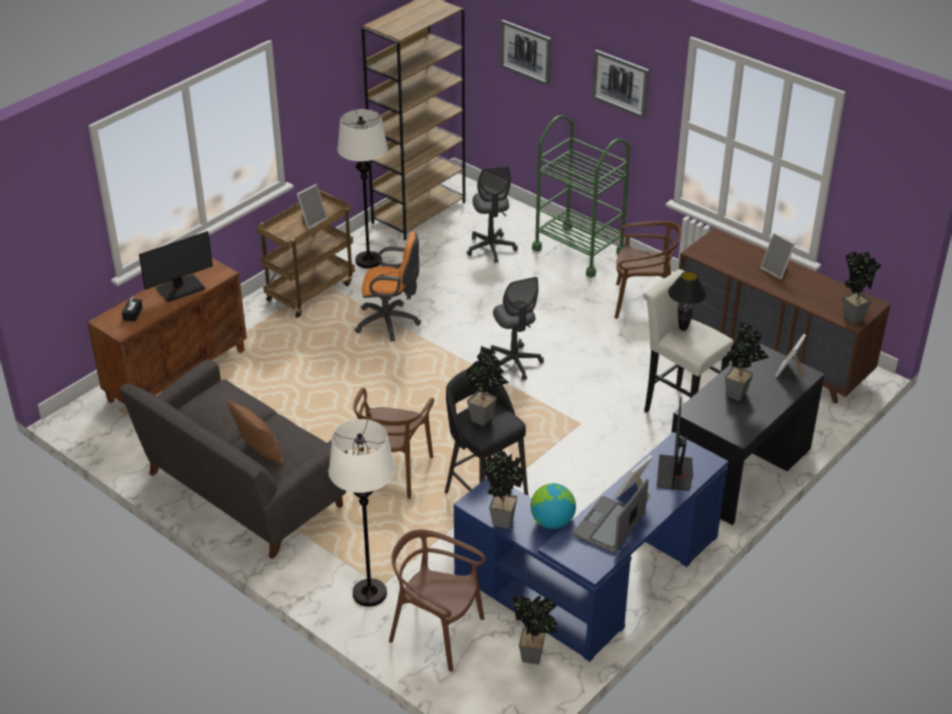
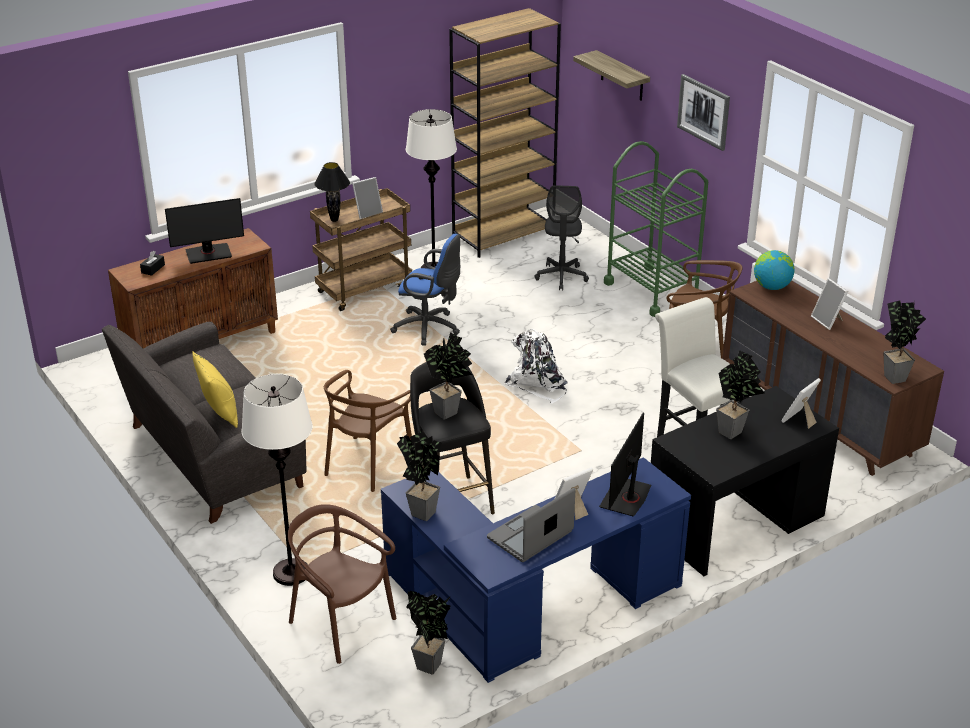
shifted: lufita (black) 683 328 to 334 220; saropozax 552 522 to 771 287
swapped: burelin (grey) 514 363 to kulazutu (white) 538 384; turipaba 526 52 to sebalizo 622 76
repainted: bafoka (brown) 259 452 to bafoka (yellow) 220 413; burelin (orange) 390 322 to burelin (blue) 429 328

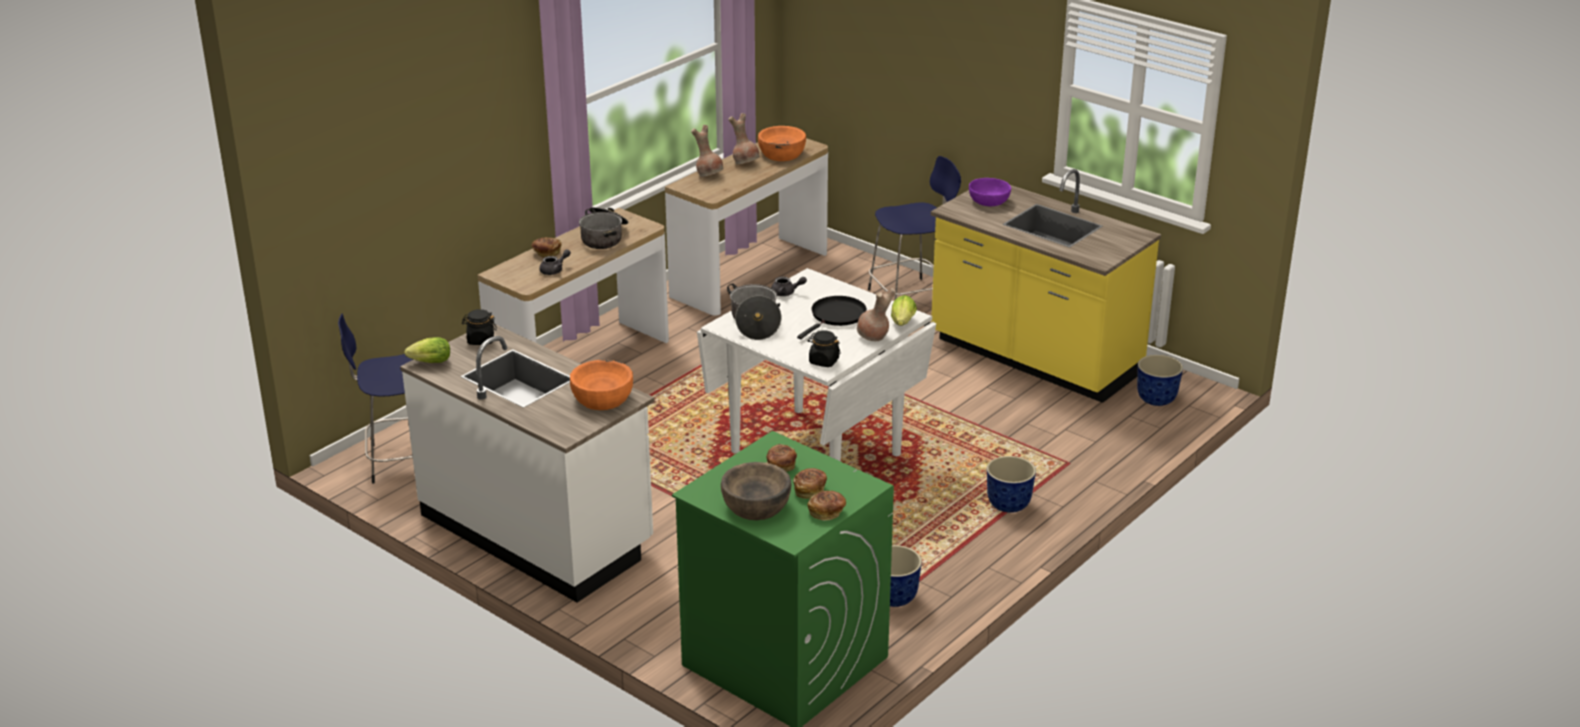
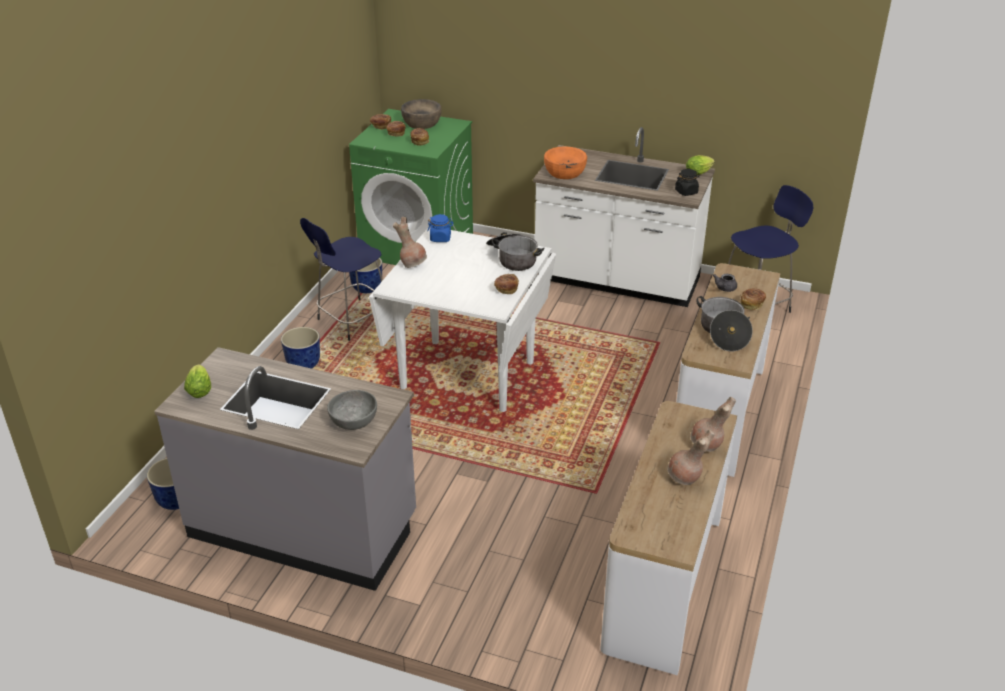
gone: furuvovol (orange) 782 154; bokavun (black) 836 316
shifted: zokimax 902 324 to 199 389; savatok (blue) 911 296 to 352 321
swapped: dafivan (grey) 786 293 to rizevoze 506 289
repainted: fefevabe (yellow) 1034 359 to fefevabe (grey) 304 527; furuvovol (purple) 989 201 to furuvovol (grey) 353 420; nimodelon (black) 823 361 to nimodelon (blue) 440 238

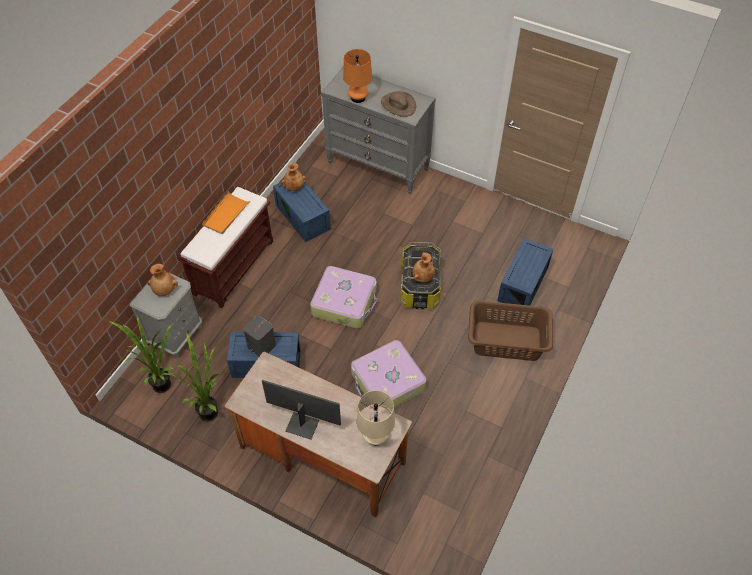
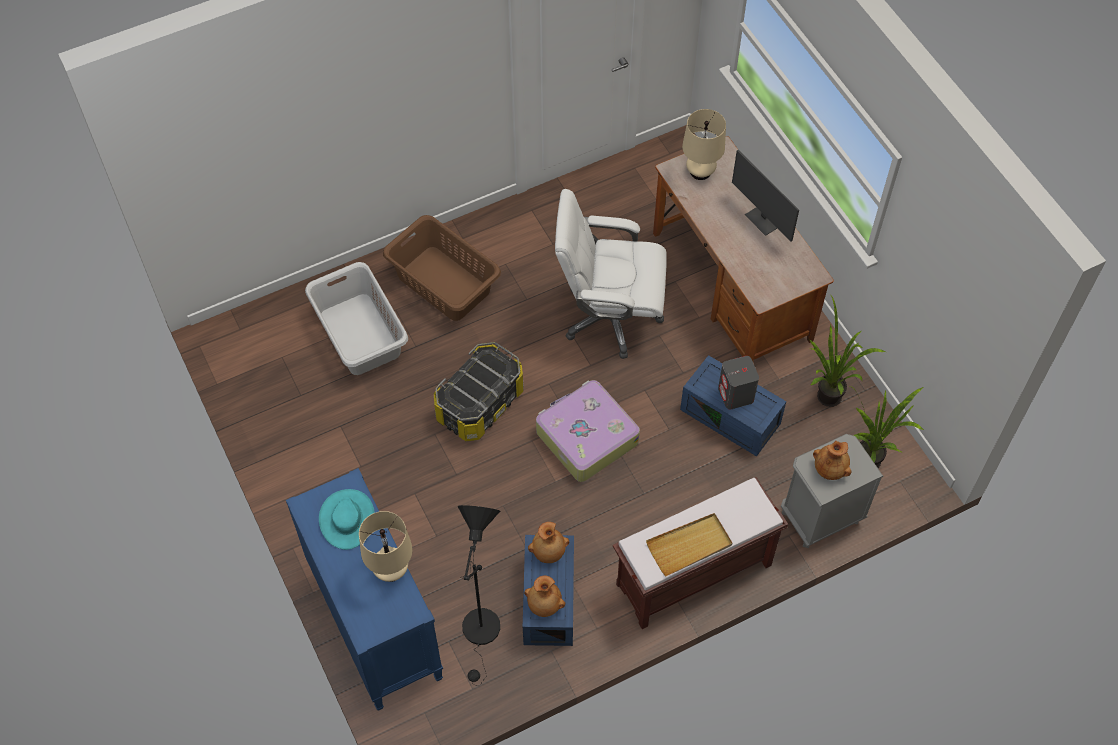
new: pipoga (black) 481 634
shifted: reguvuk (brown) 422 276 to 549 552
swapped: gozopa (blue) 522 283 to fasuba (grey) 359 335; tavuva 387 382 to burelin (white) 610 317
repainted: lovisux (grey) 378 165 to lovisux (blue) 375 623; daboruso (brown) 398 105 to daboruso (turquoise) 347 519; lufita (orange) 358 98 to lufita (beige) 391 570; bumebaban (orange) 226 214 to bumebaban (beige) 689 545

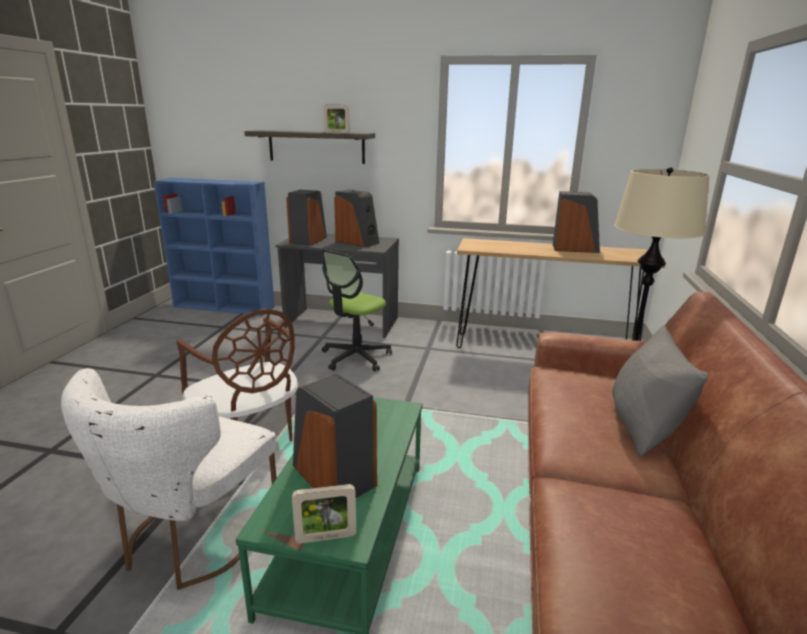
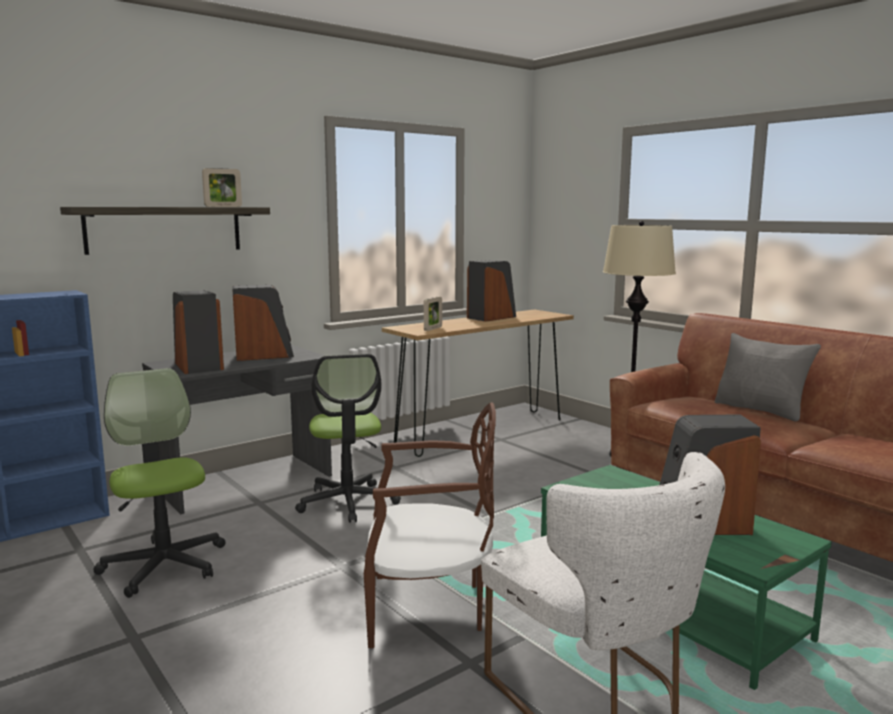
new: burelin 164 565
shifted: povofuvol 326 537 to 433 328

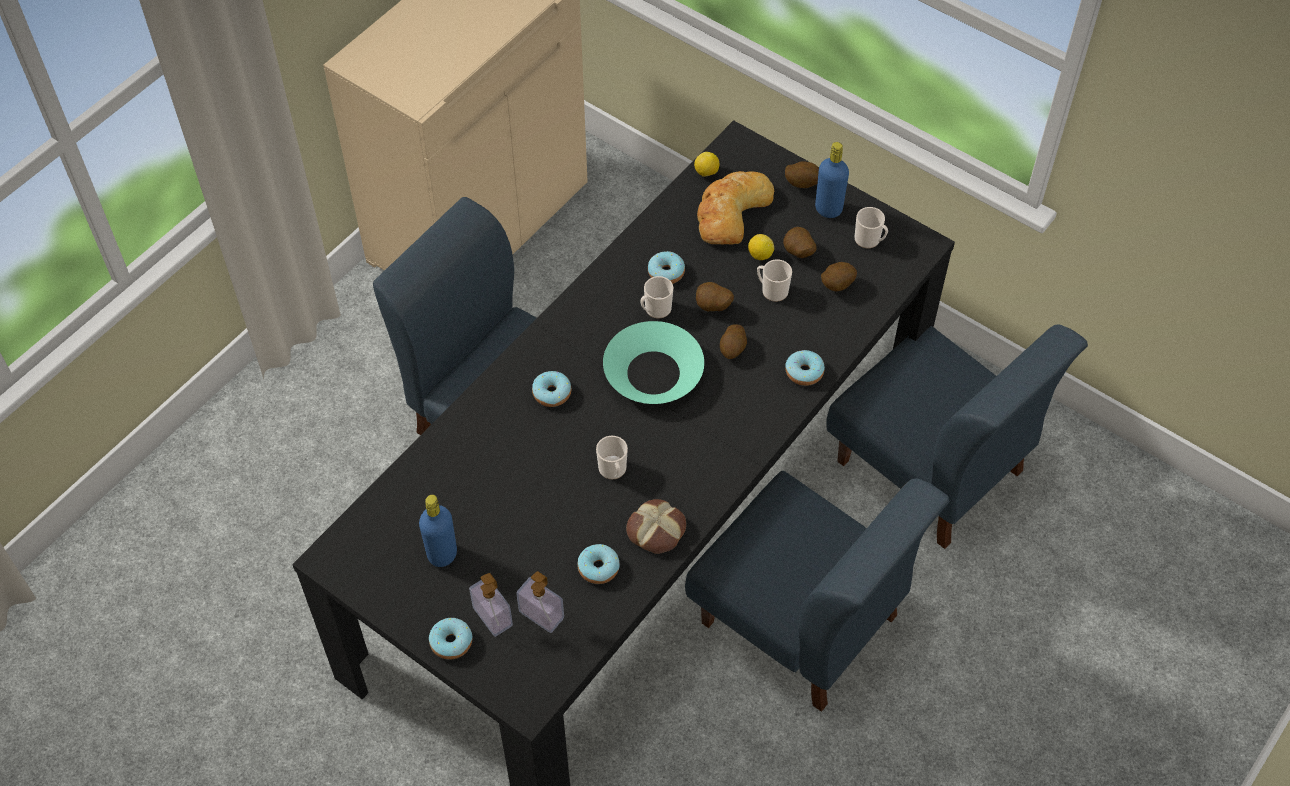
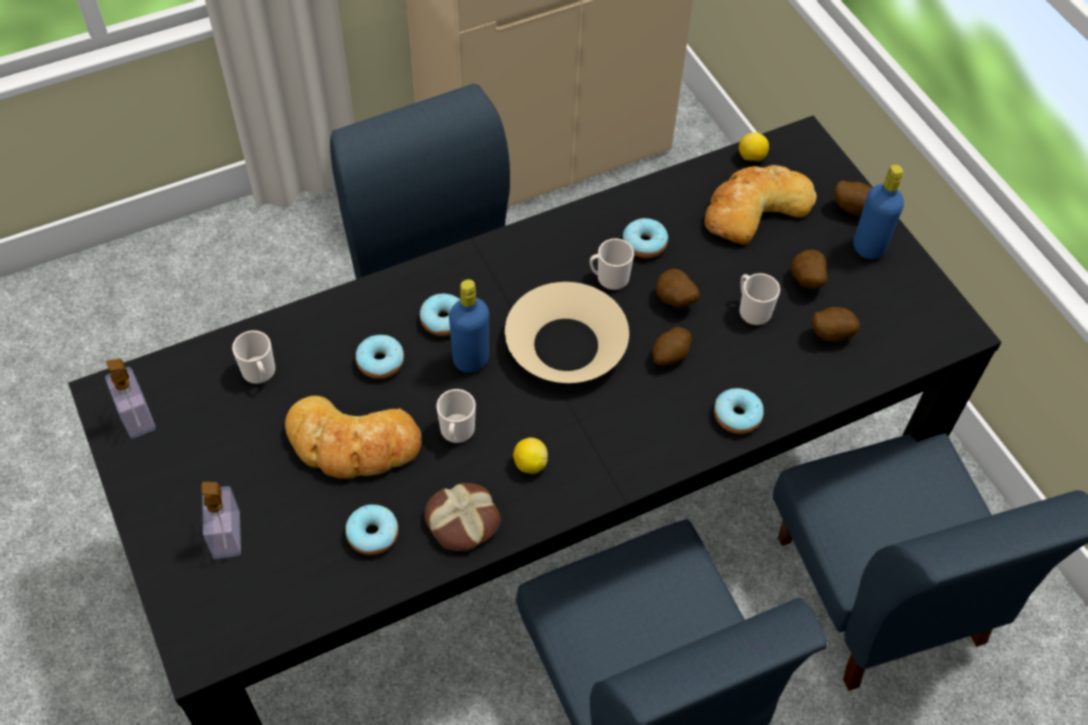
new: rizevoze 352 444
shifted: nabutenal 541 615 to 136 416; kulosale 869 240 to 260 373; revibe 451 642 to 380 362; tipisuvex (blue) 442 554 to 471 359; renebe 760 255 to 530 464
repainted: furuvovol (turquoise) 653 373 to furuvovol (beige) 566 345

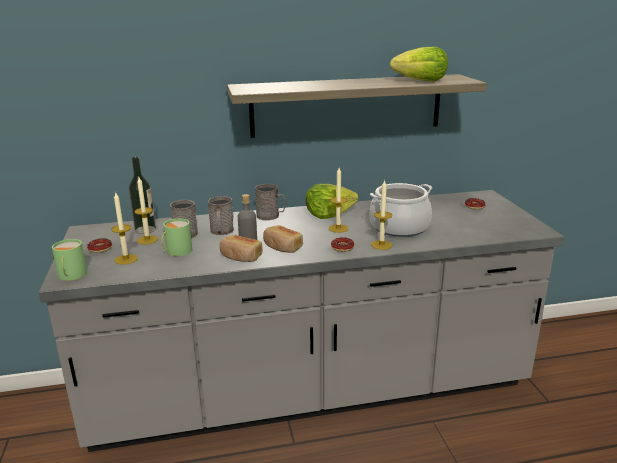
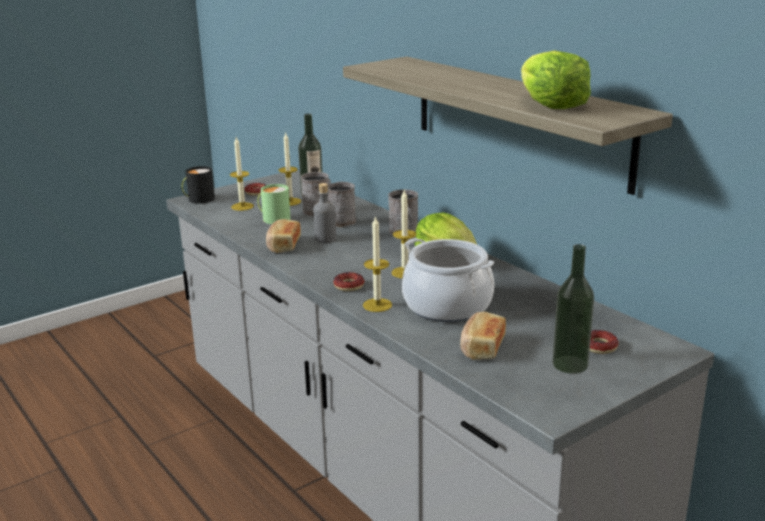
new: tipisuvex 570 364
shifted: rizevoze 282 247 to 481 347
repainted: kulosale (green) 71 275 to kulosale (black) 198 199

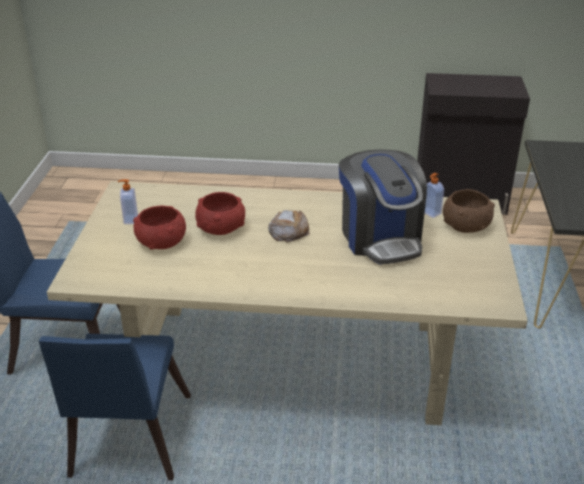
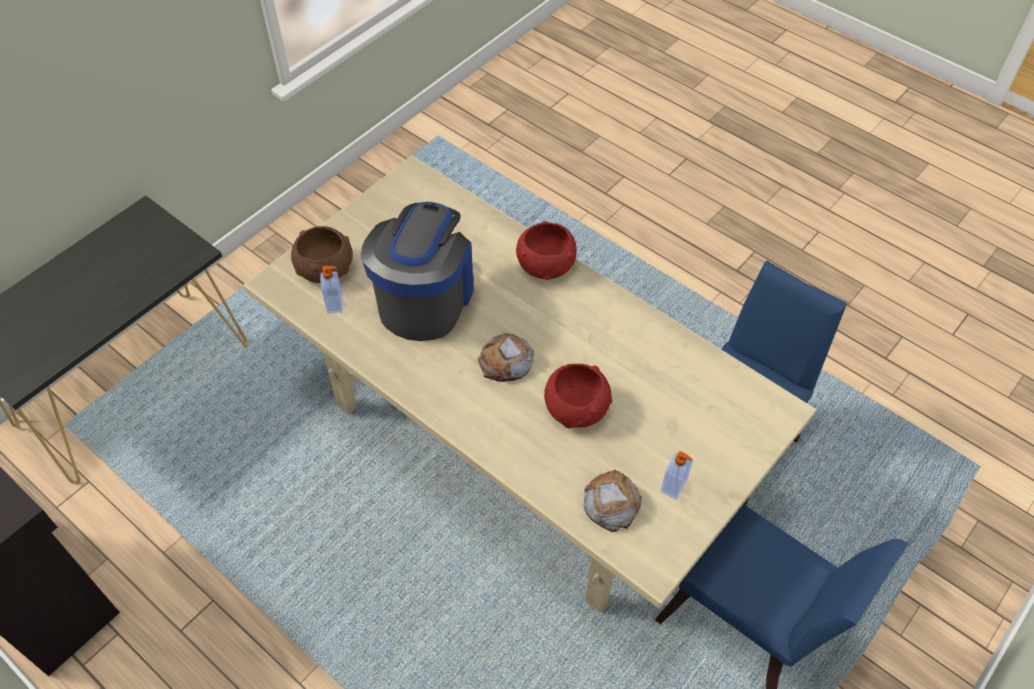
new: rizevoze 611 503
shifted: furuvovol (red) 161 242 to 545 264

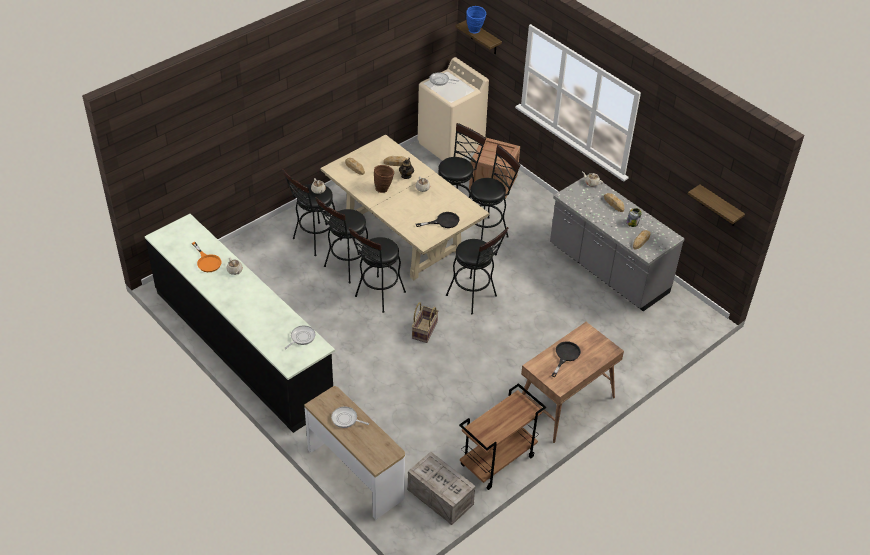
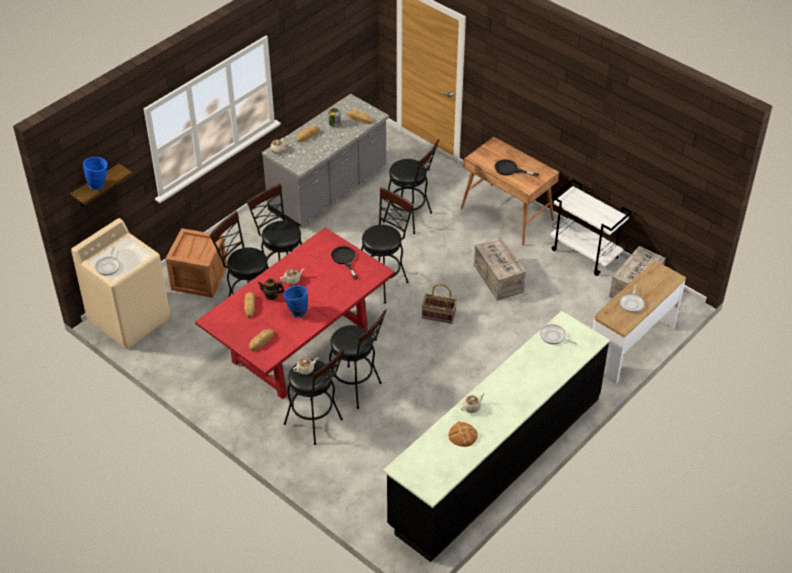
gone: sebalizo 720 206
new: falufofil 499 279
shifted: savatok (black) 377 296 to 411 218
swapped: bokavun (orange) 207 261 to rizevoze 463 435
repainted: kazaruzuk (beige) 402 237 to kazaruzuk (red) 300 346; reguvuk (brown) 384 188 to reguvuk (blue) 296 312; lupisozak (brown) 497 462 to lupisozak (white) 585 254

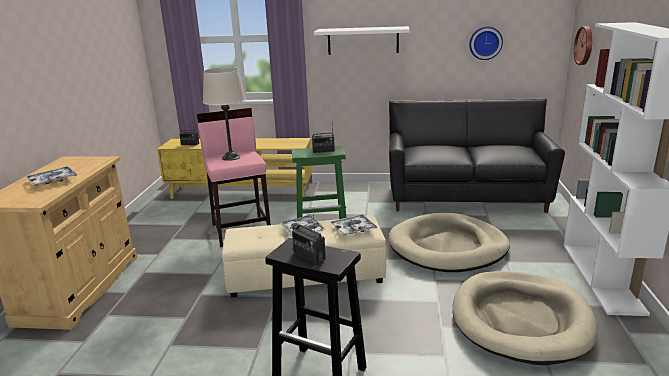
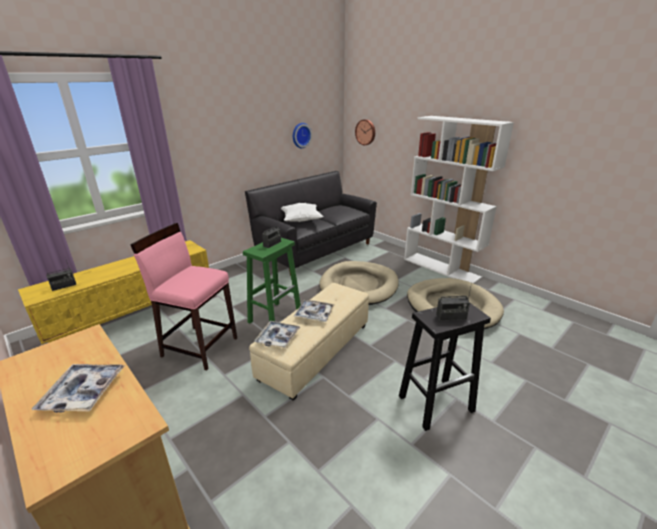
gone: lufita (beige) 231 157; sebalizo (white) 363 40
new: bafoka (white) 301 221
shifted: bumebaban 353 229 to 277 338

